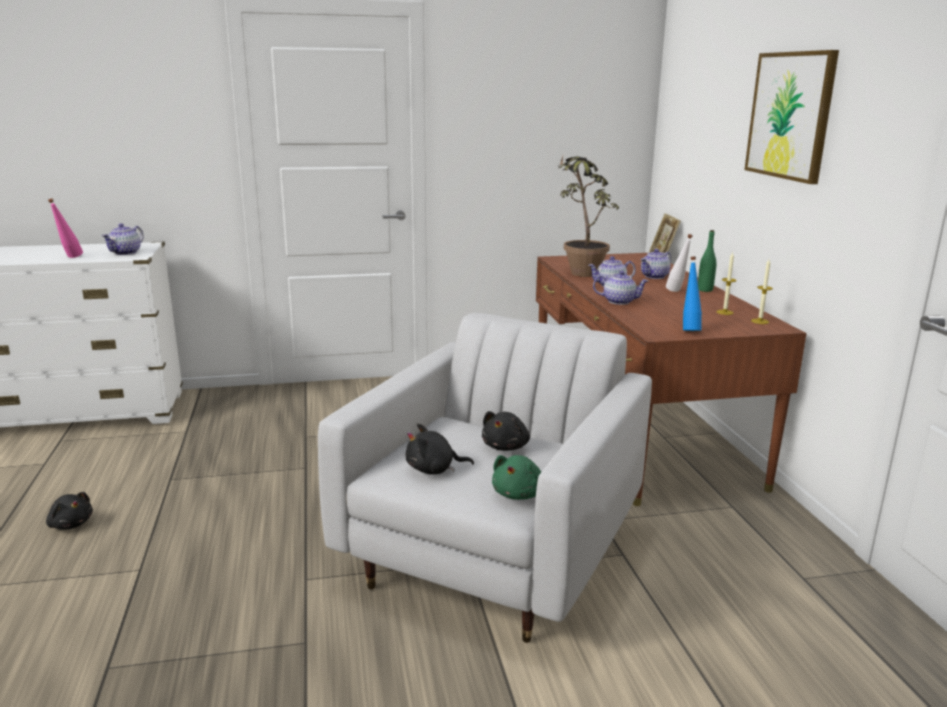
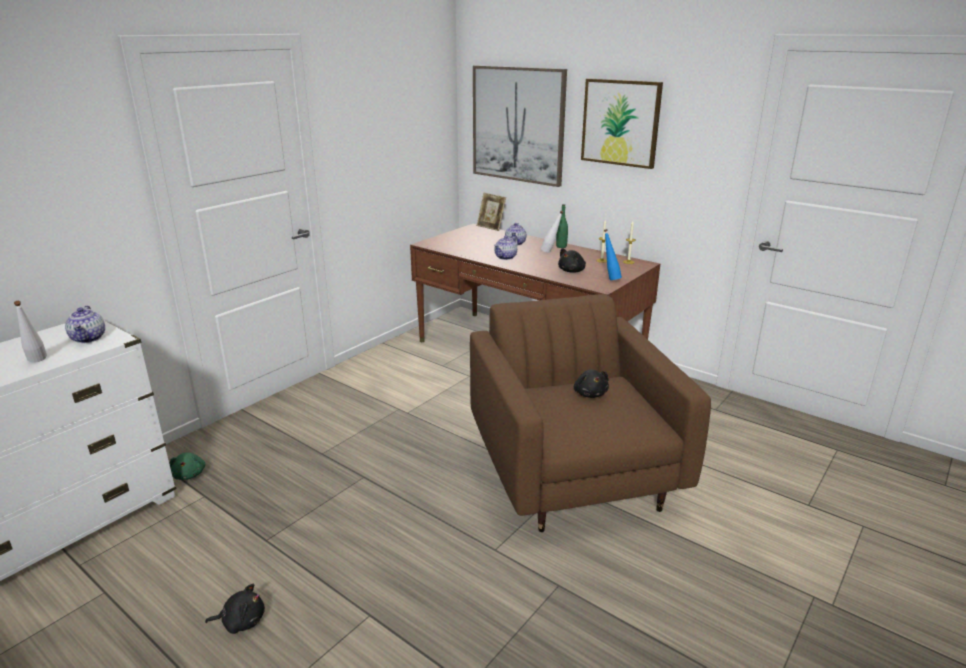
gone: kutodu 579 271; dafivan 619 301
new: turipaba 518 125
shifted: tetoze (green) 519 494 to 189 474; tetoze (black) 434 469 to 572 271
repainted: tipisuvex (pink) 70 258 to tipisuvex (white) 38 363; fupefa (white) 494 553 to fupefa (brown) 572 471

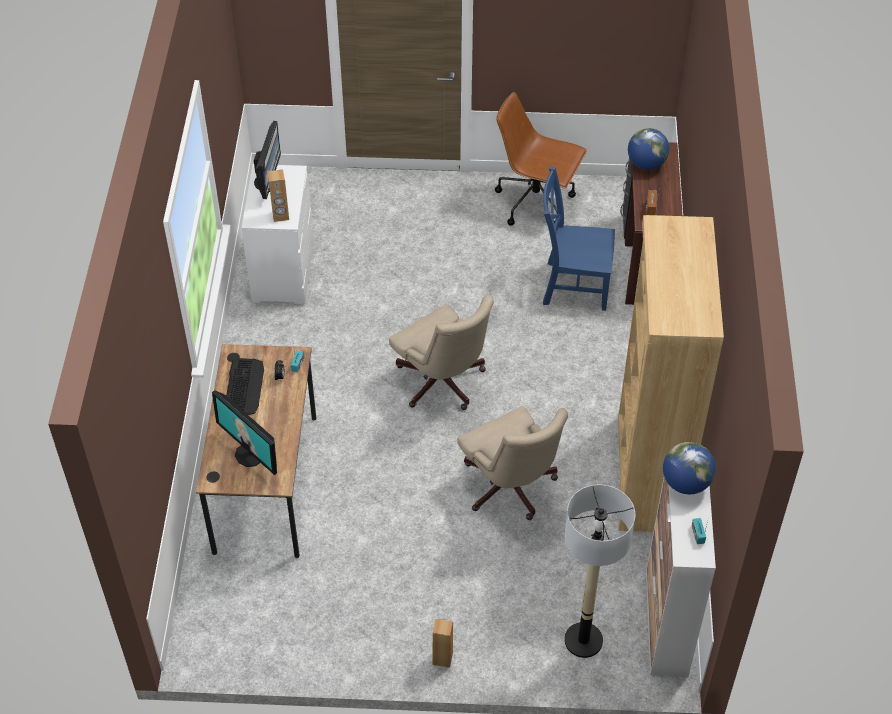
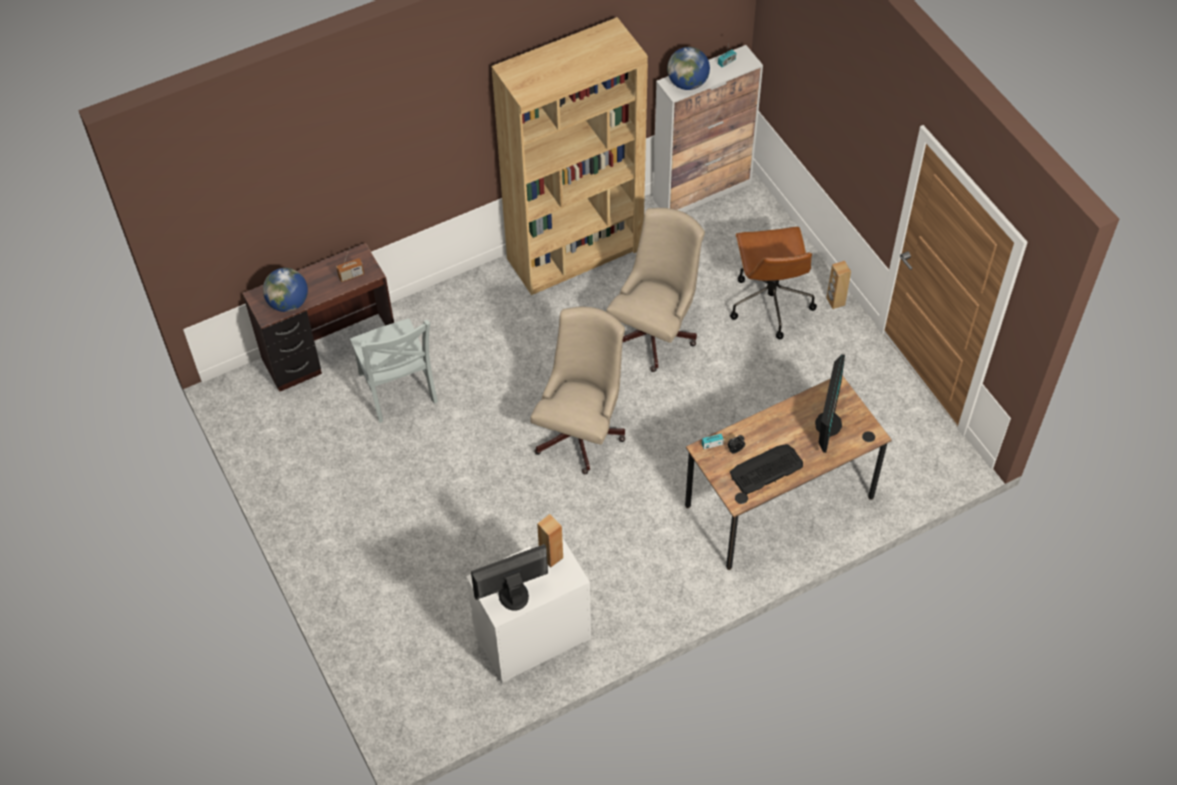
gone: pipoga 583 640
shifted: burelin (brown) 536 202 to 769 303
repainted: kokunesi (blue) 572 285 to kokunesi (grey) 398 391

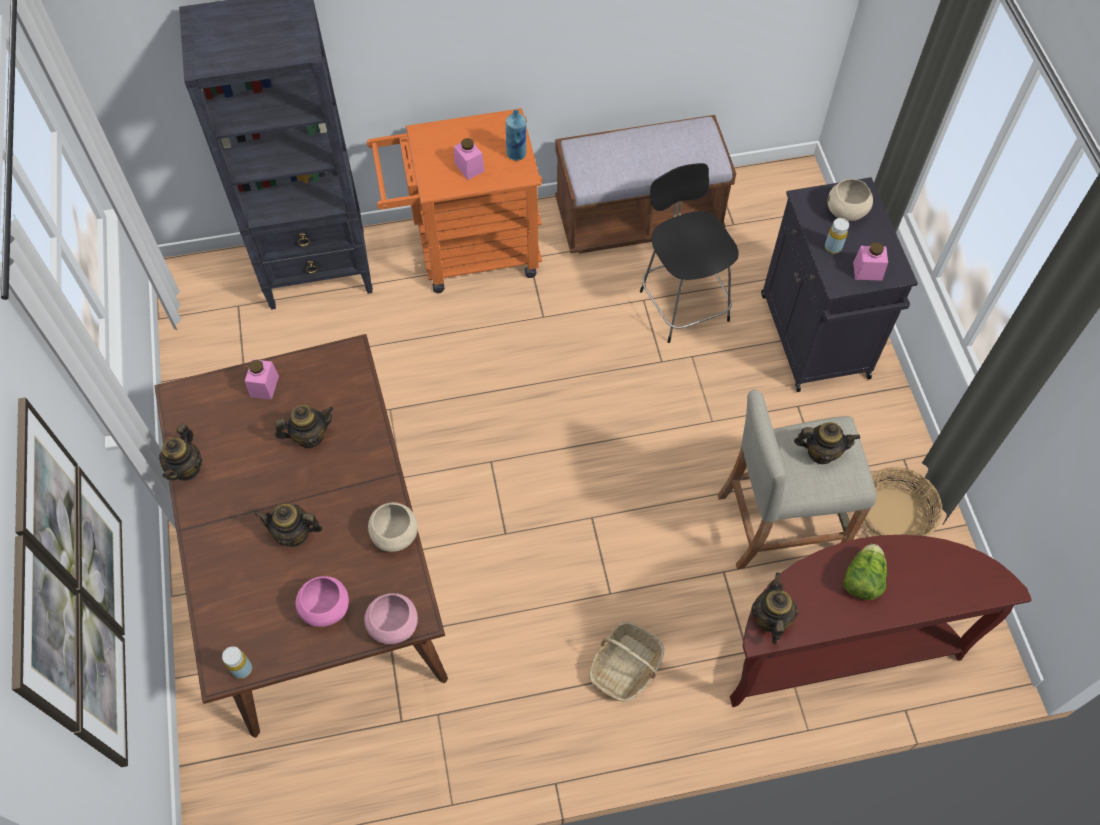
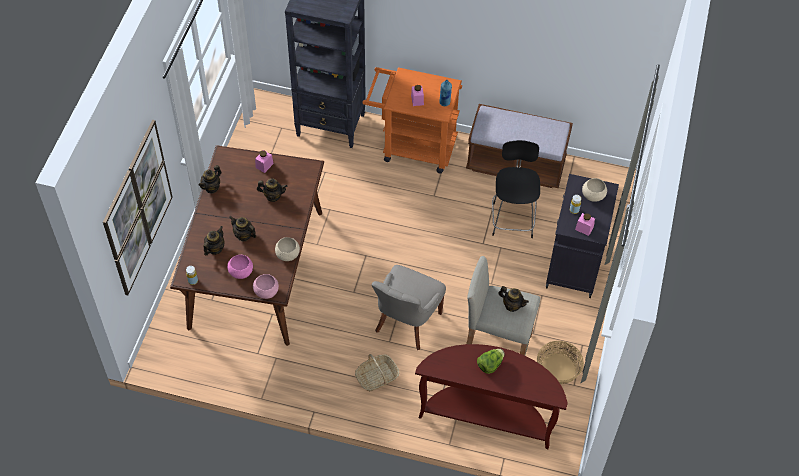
new: kokunesi (grey) 406 323
shifted: dafivan 770 618 to 215 249

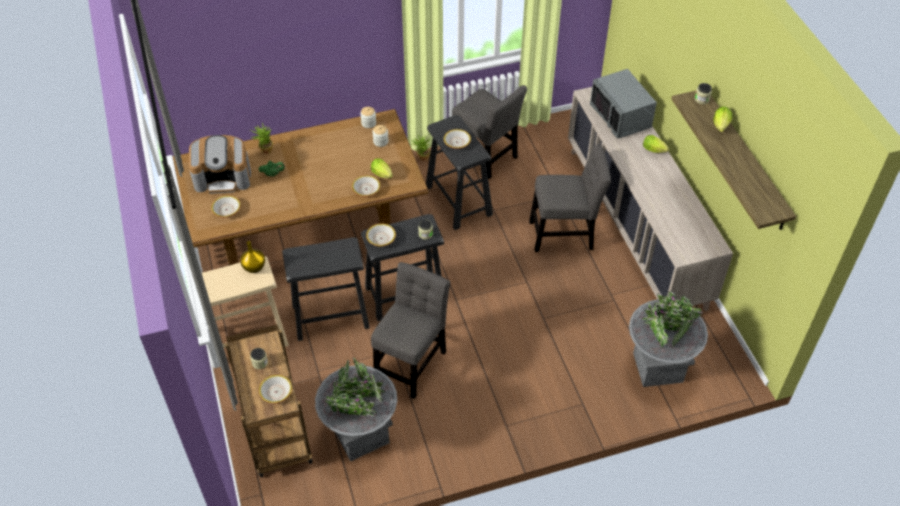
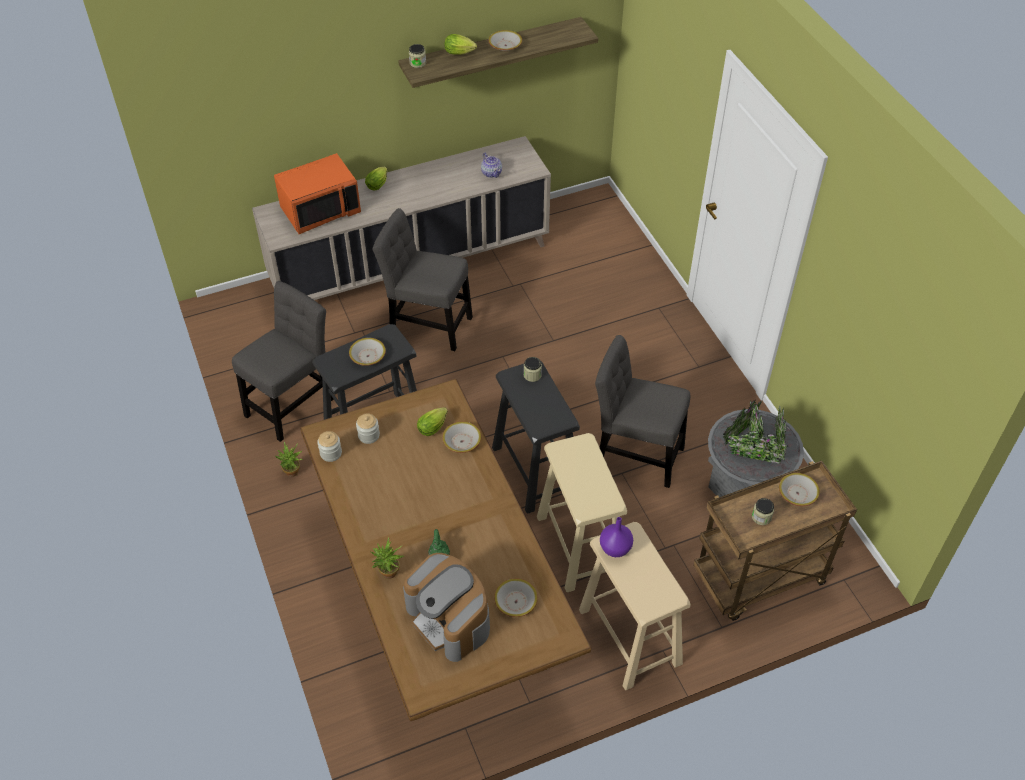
gone: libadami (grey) 657 367
new: dafivan 491 173
shifted: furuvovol 381 238 to 505 46
repainted: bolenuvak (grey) 621 116 to bolenuvak (orange) 320 209; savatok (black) 330 316 to savatok (beige) 580 546; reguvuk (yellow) 254 267 to reguvuk (purple) 614 549
rotated: kokunesi (grey) 565 234 = 427 324 60 degrees counterclockwise; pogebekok 223 177 = 450 619 150 degrees clockwise

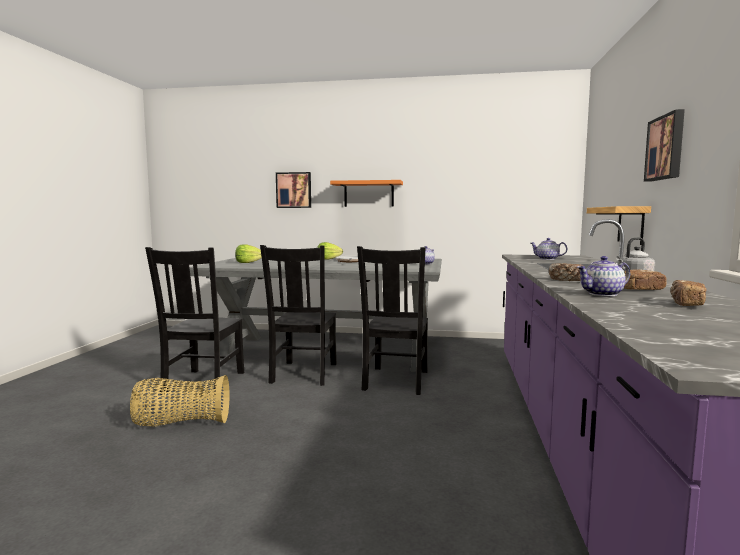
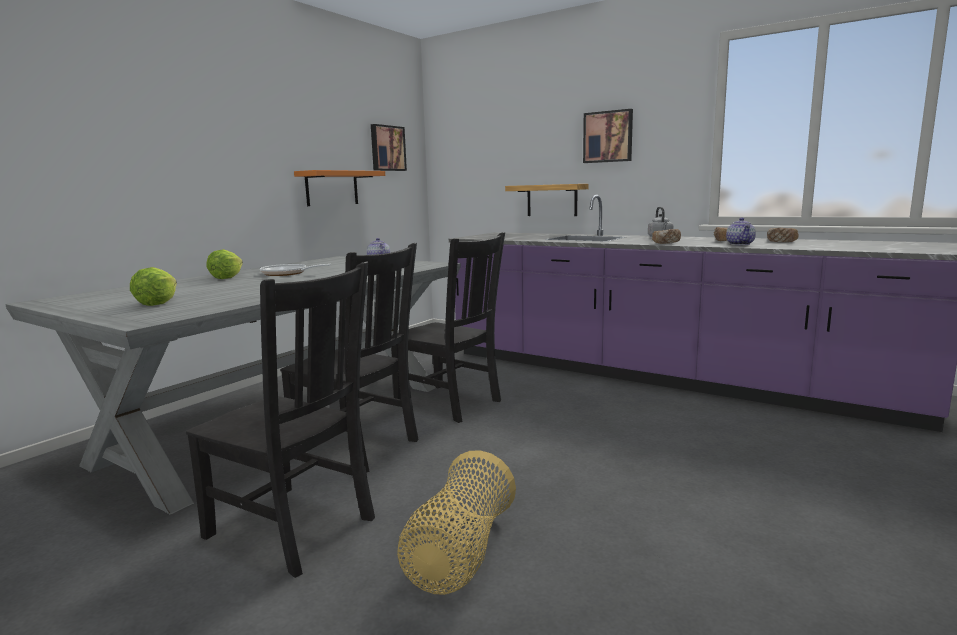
gone: dafivan 547 259
shifted: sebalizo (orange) 368 194 to 332 188; turipaba 294 190 to 387 148

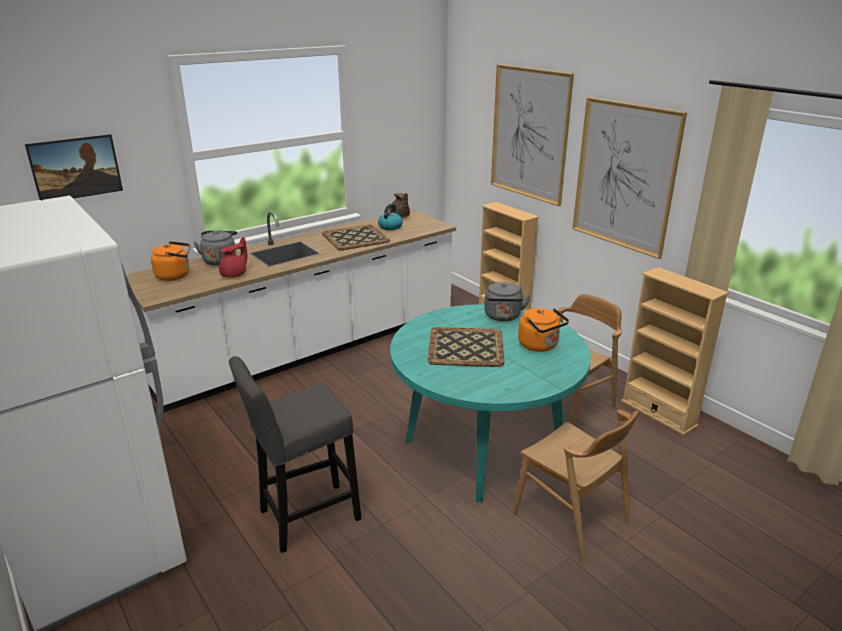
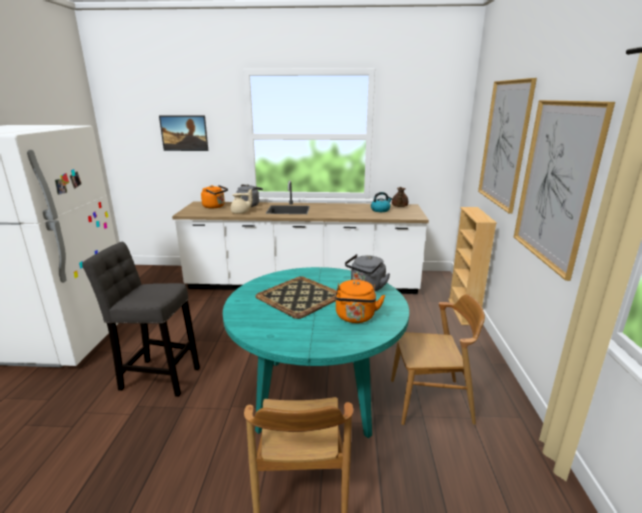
gone: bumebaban 355 237; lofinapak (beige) 658 413
repainted: dafivan (red) 235 274 to dafivan (beige) 241 213

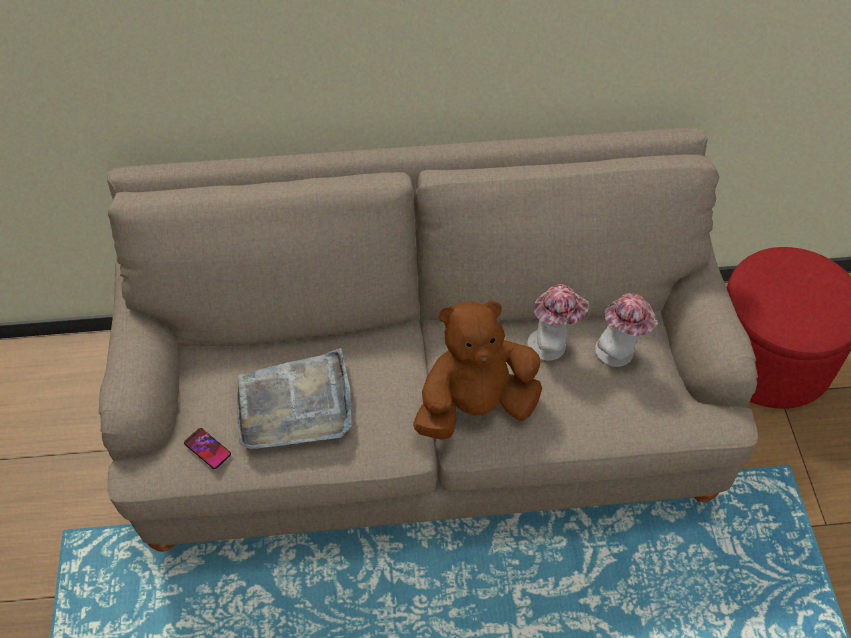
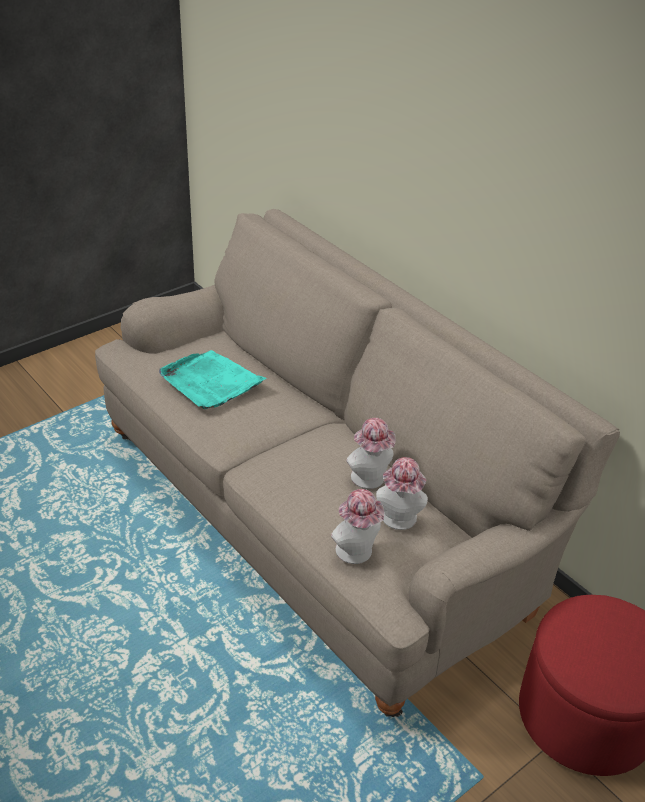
gone: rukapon 207 449; tetoze (brown) 475 407
new: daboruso 357 553
repainted: bumebaban (grey) 295 405 to bumebaban (turquoise) 210 382

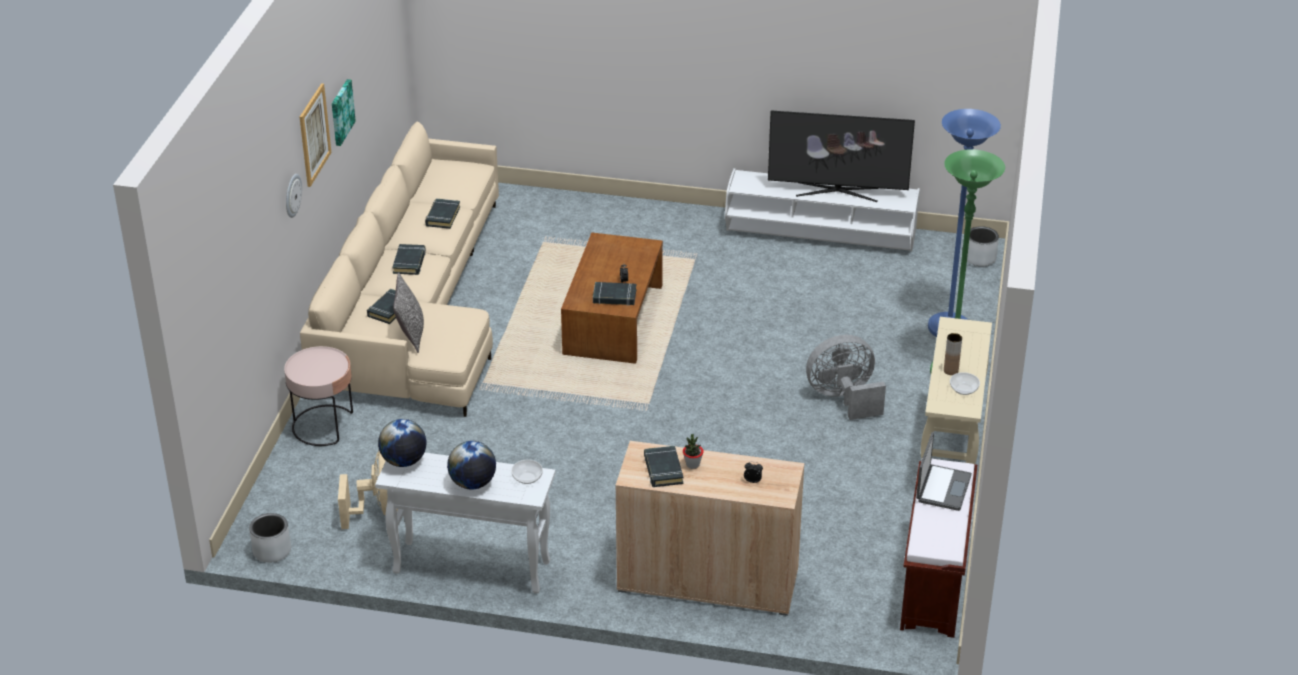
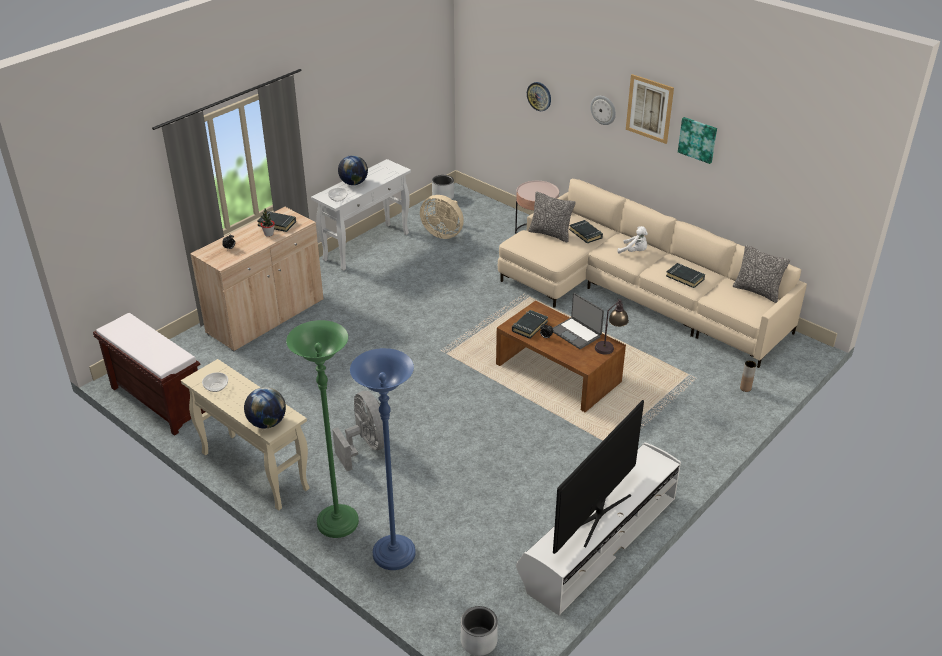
new: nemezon 539 96; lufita 610 346; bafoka 757 291
shifted: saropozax 404 461 to 267 423; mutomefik 942 488 to 576 333; reguvuk (brown) 951 370 to 745 388
swapped: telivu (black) 409 262 to tetoze (white) 634 251
rotated: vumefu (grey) 844 398 = 366 447 45 degrees counterclockwise

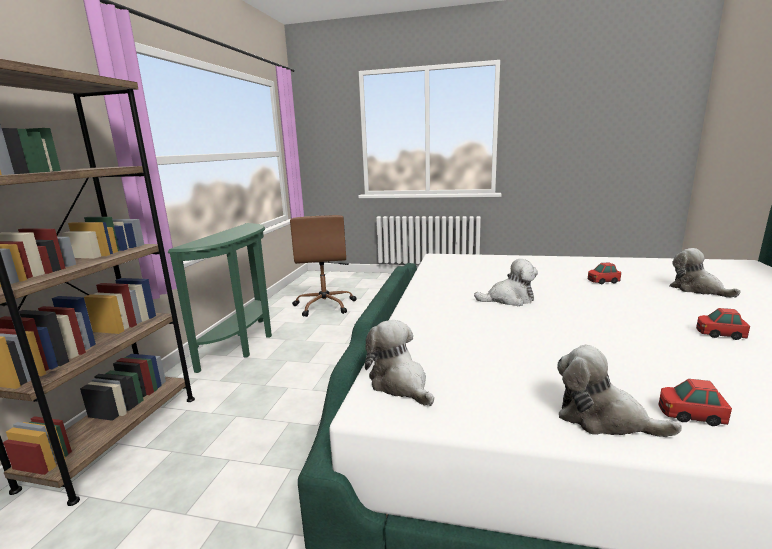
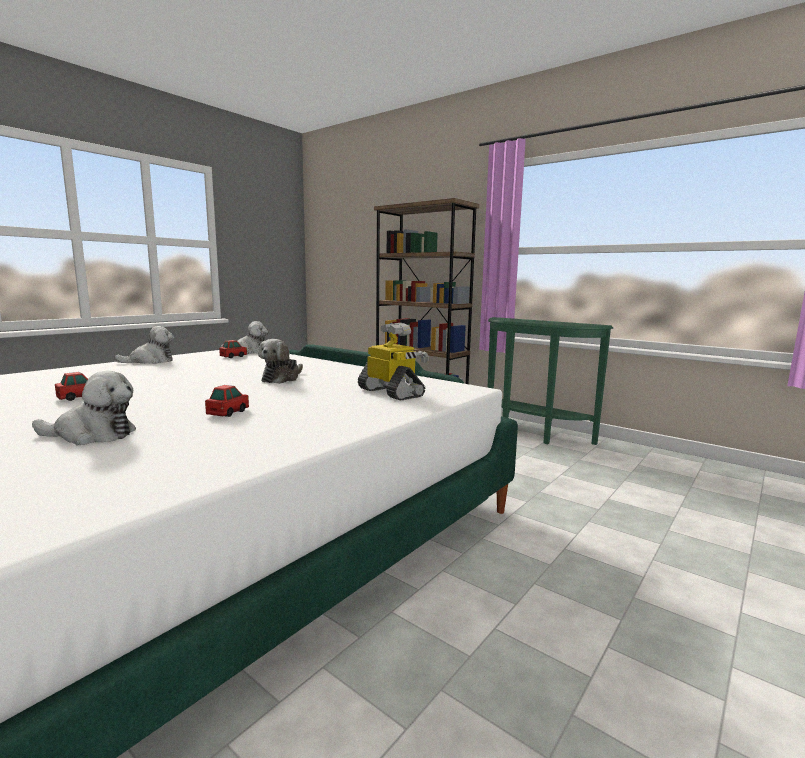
gone: burelin (brown) 325 305
new: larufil 392 393
shifted: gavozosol 690 415 to 234 356

